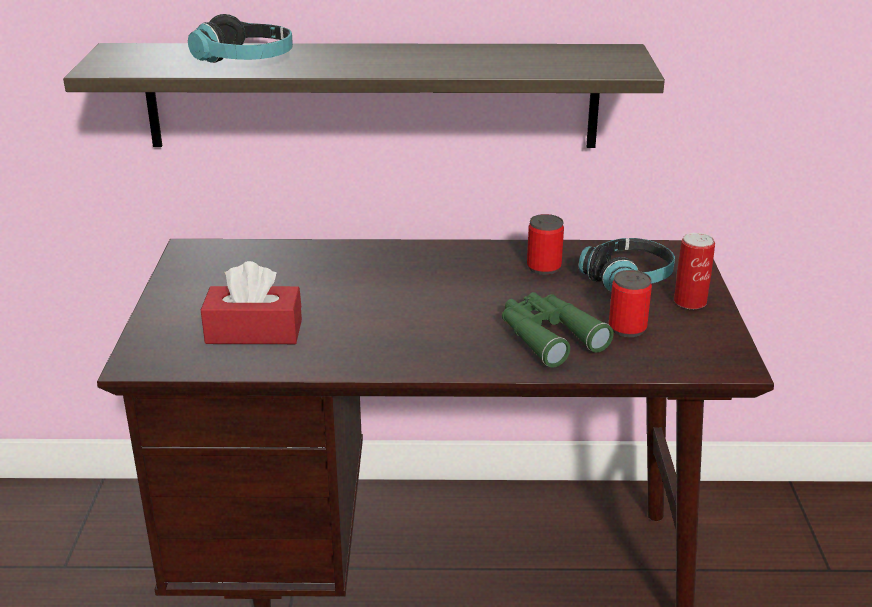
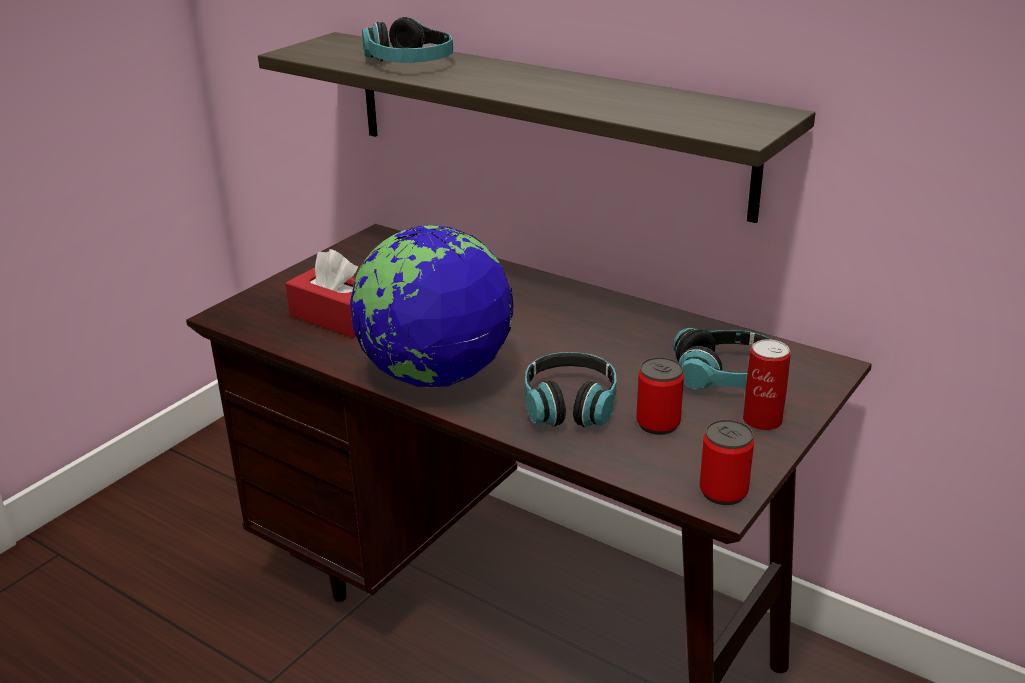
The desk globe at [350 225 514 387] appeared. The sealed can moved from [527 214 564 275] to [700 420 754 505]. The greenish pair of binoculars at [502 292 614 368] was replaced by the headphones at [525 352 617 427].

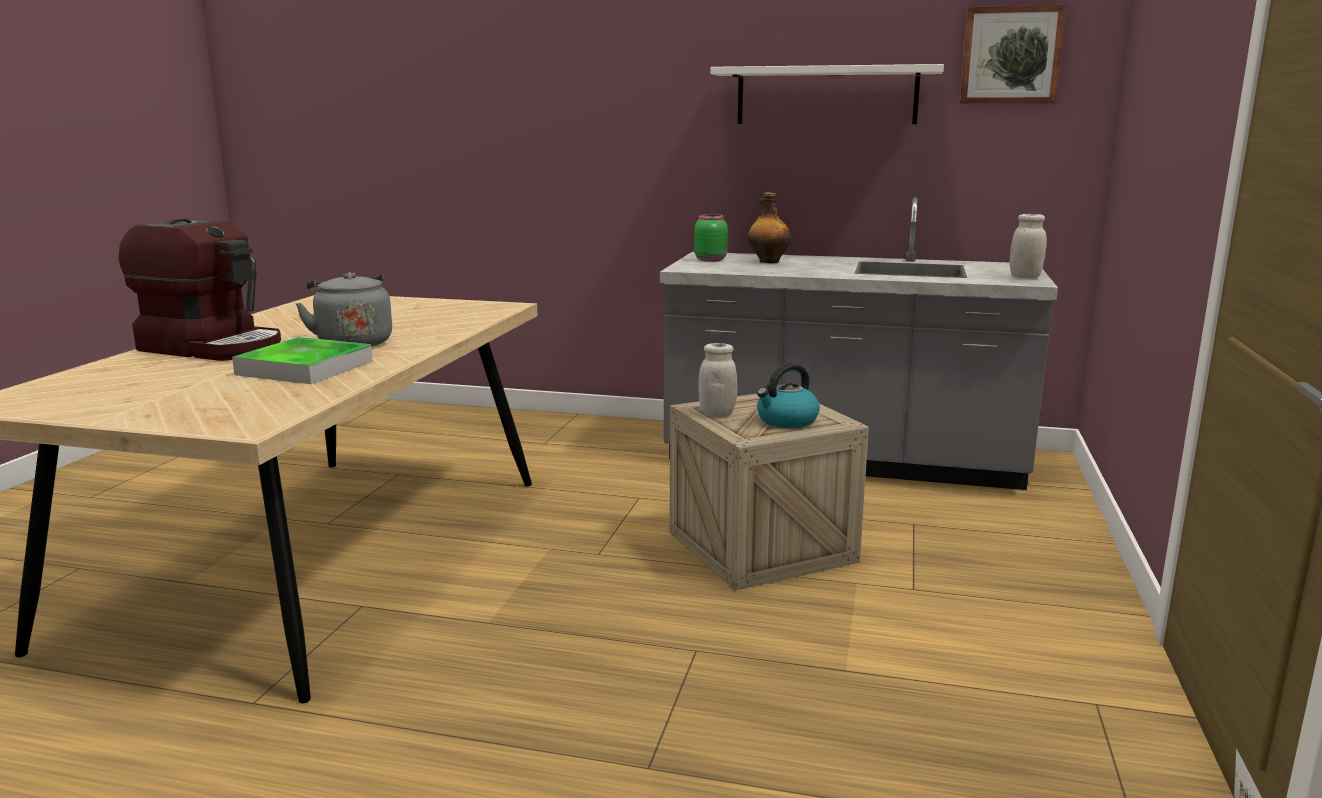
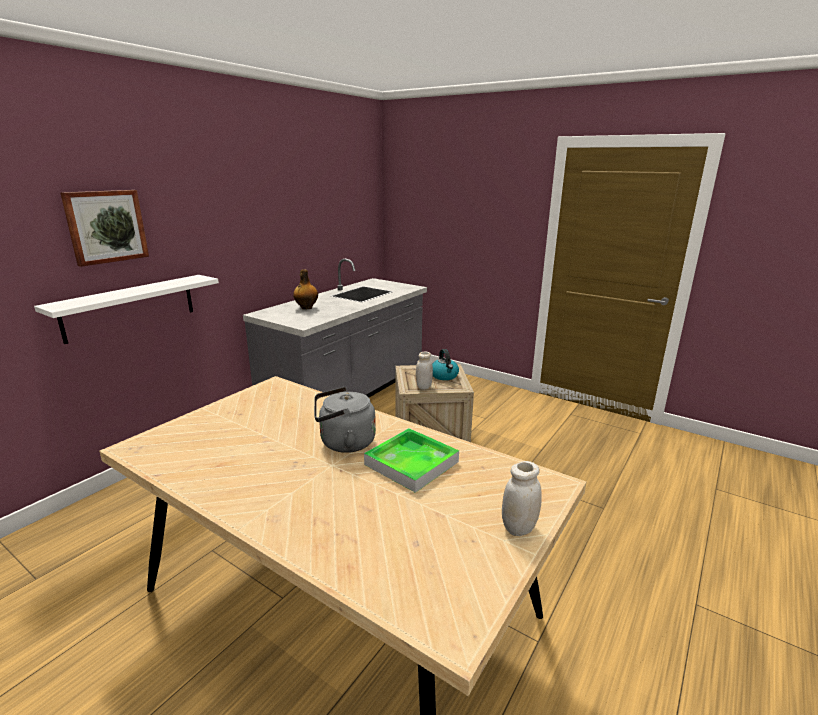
The coffee brewer at [119 219 281 361] disappeared. The greenish storage jar at [694 214 728 262] disappeared. The white-coloured shelf moved from [711 64 944 124] to [34 275 219 344]. The wall picture moved from [960 5 1067 103] to [61 190 149 267]. The white-coloured storage jar moved from [1009 214 1047 278] to [502 461 542 536].

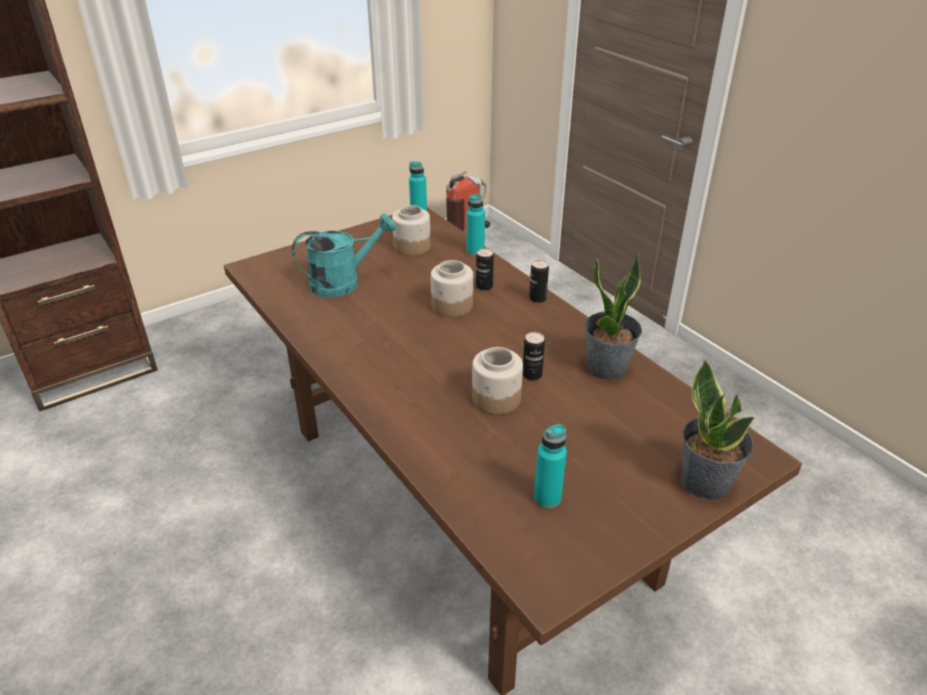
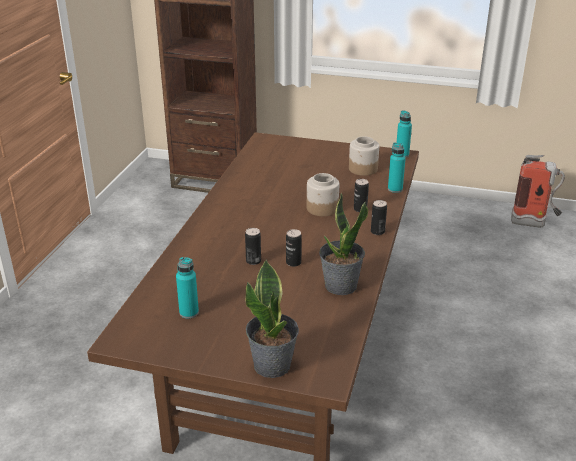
The turquoise watering can at [292 214 396 298] disappeared. The storage jar at [472 347 523 415] was replaced by the sealed can at [245 228 261 265].

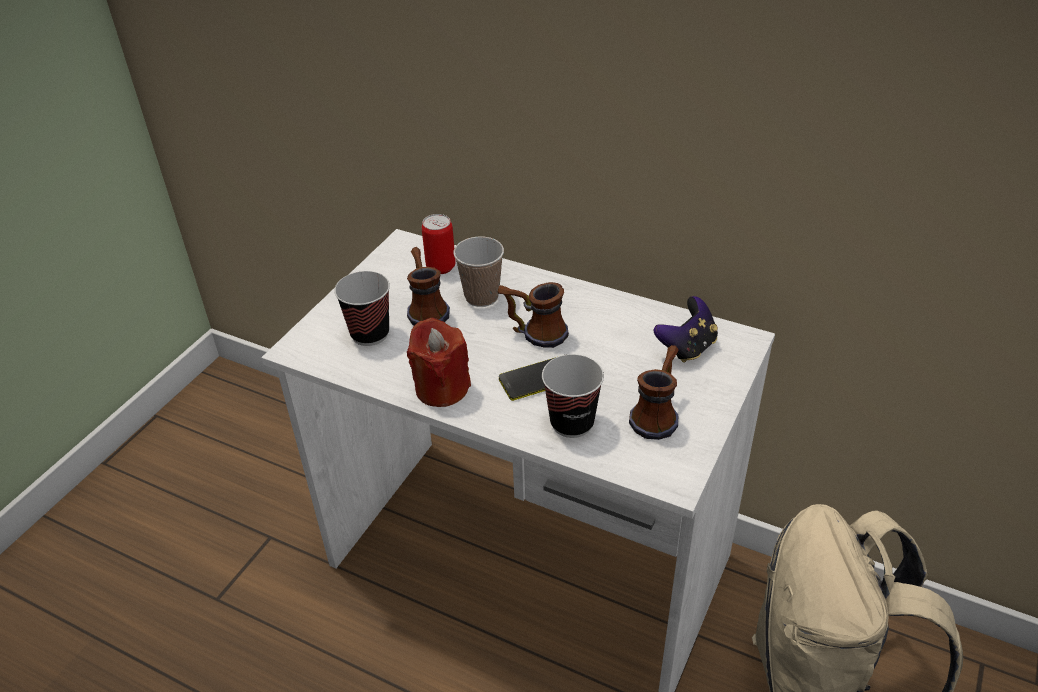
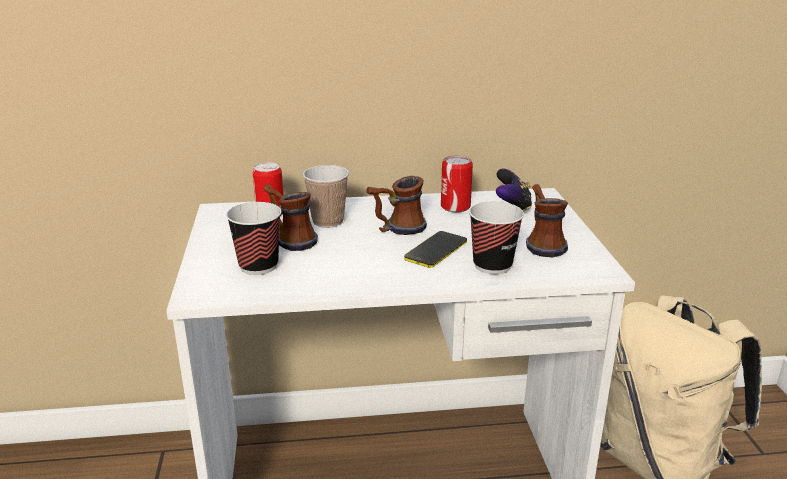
The red candle at [407 317 471 407] disappeared. The sealed can at [441 155 473 212] appeared.

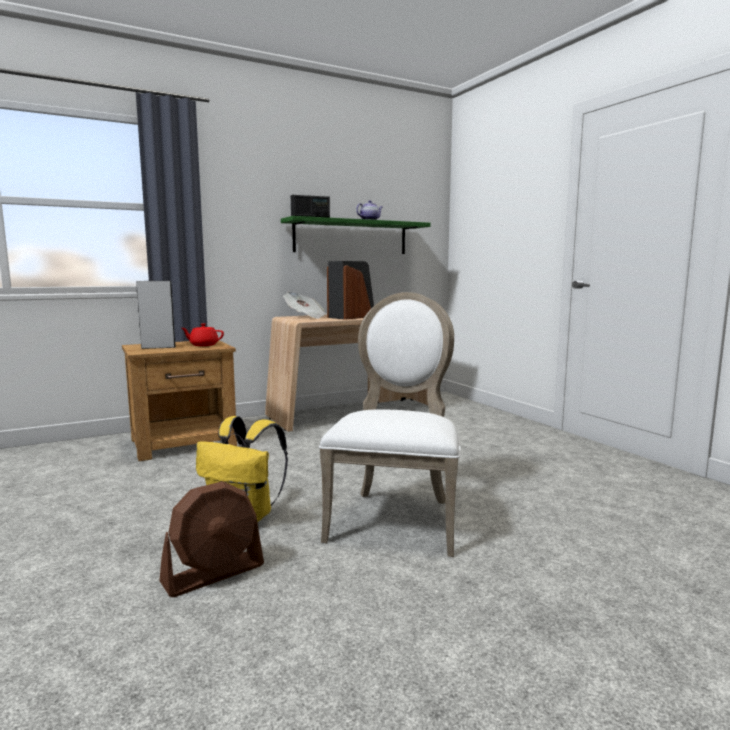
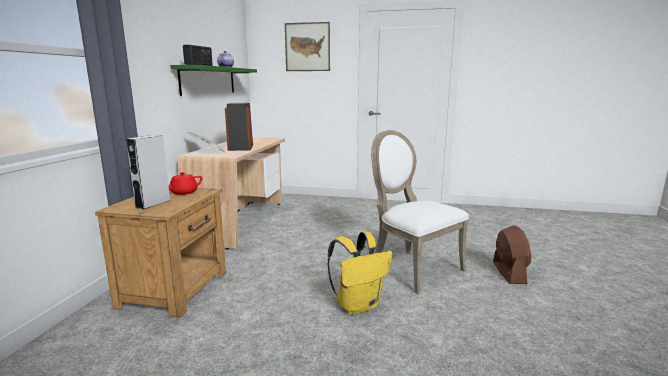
The wall picture at [285 22 330 71] appeared. The brownish cooling fan moved from [159 481 264 597] to [493 225 531 284].

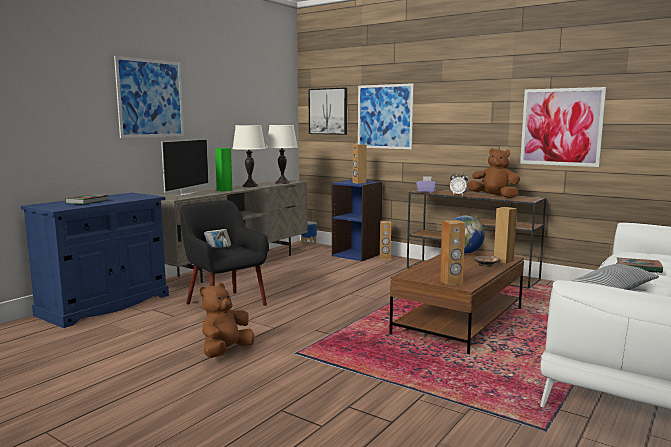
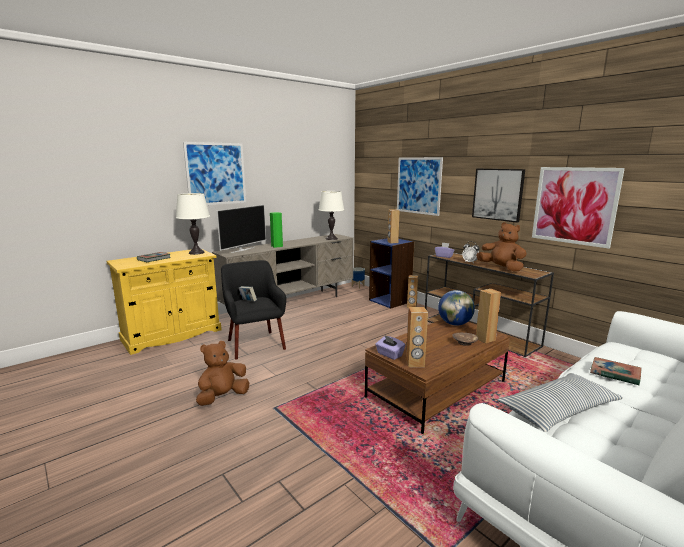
The purplish tissue holder at [375 336 405 360] appeared. The white-coloured lamp for a table moved from [232 125 266 187] to [176 193 210 255]. The wall picture moved from [308 88 347 135] to [472 169 525 223]. The bluish cupboard at [21 193 169 328] became the yellowish cupboard at [107 249 222 355].

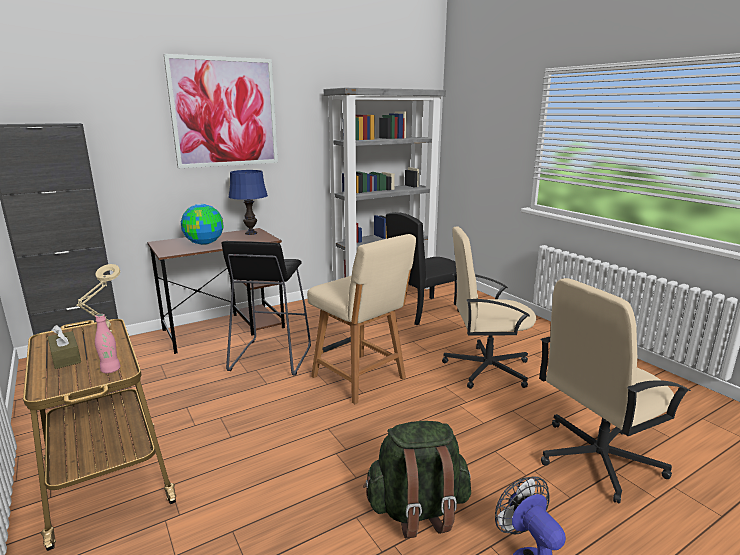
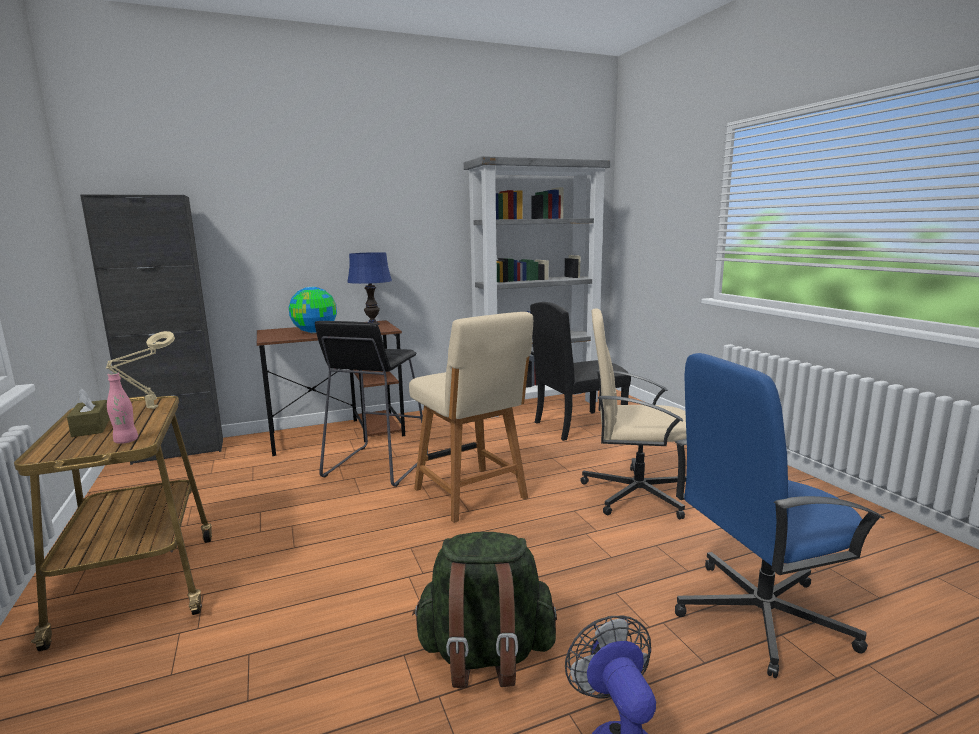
The wall picture at [164 54 278 168] disappeared. The sand-coloured computer chair at [539 278 691 503] became the bluish computer chair at [675 353 884 678].

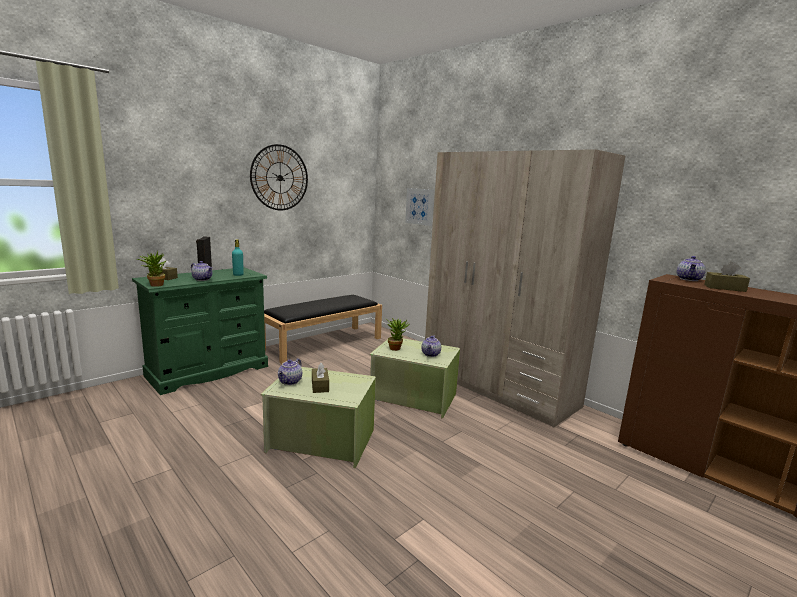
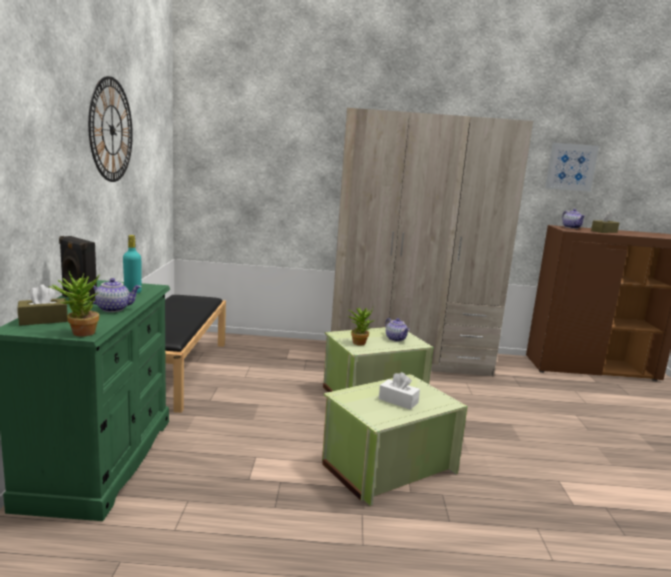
The teapot at [278 358 302 385] disappeared. The wall picture moved from [405 188 434 226] to [545 143 599 192]. The brownish tissue holder at [312 362 329 393] became the white-coloured tissue holder at [379 372 420 410].

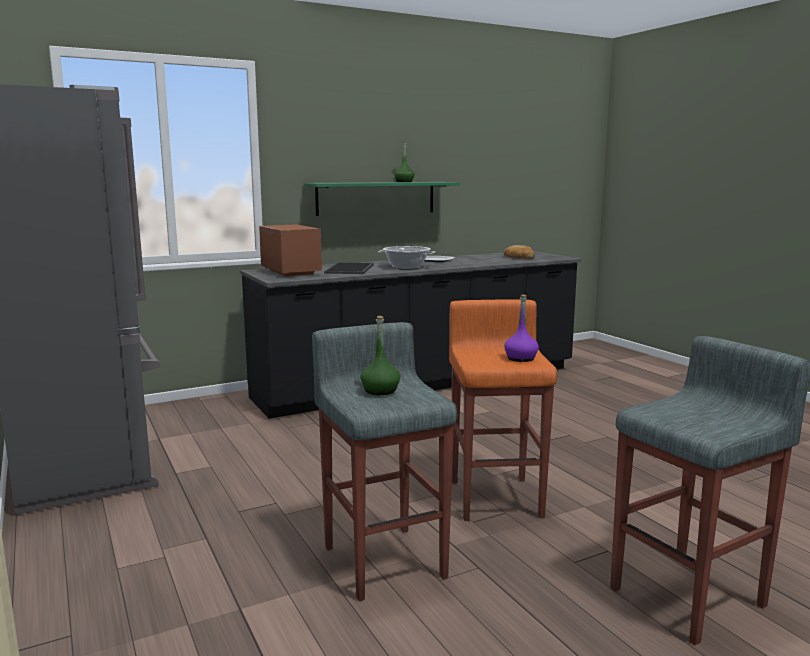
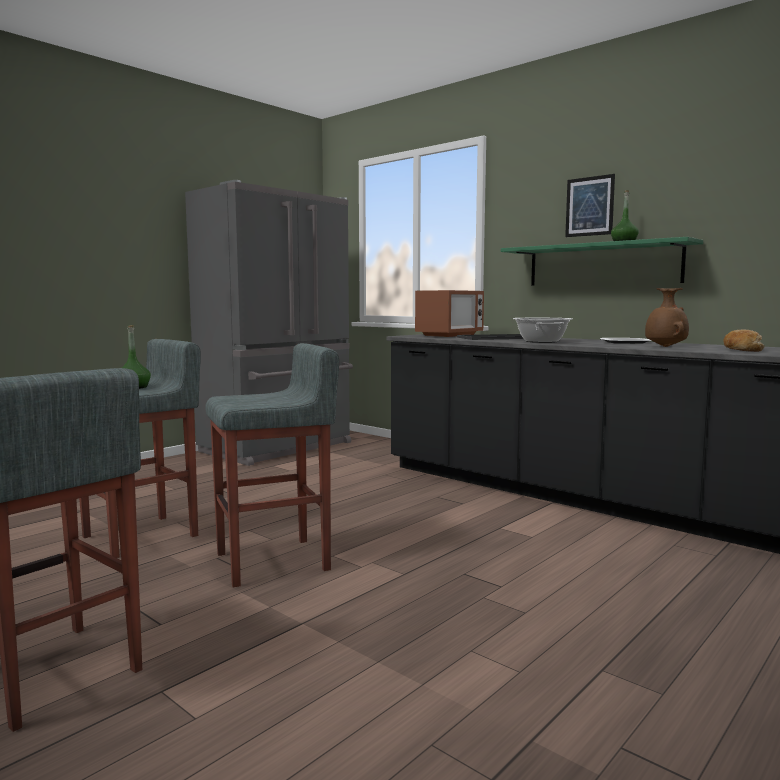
The purplish drink bottle at [504 294 539 362] disappeared. The wall picture at [565 174 615 237] appeared. The brownish flower vase at [645 288 689 347] appeared. The orangey stool at [449 299 557 521] became the greyish stool at [205 343 339 587].

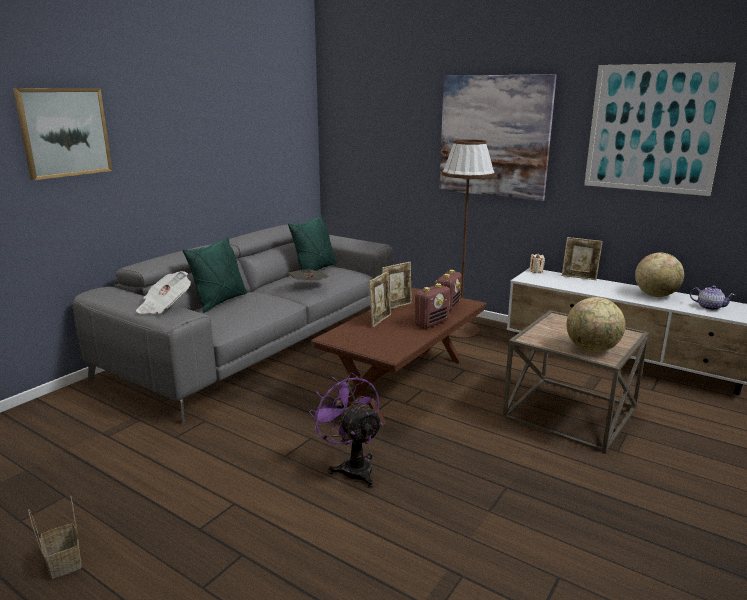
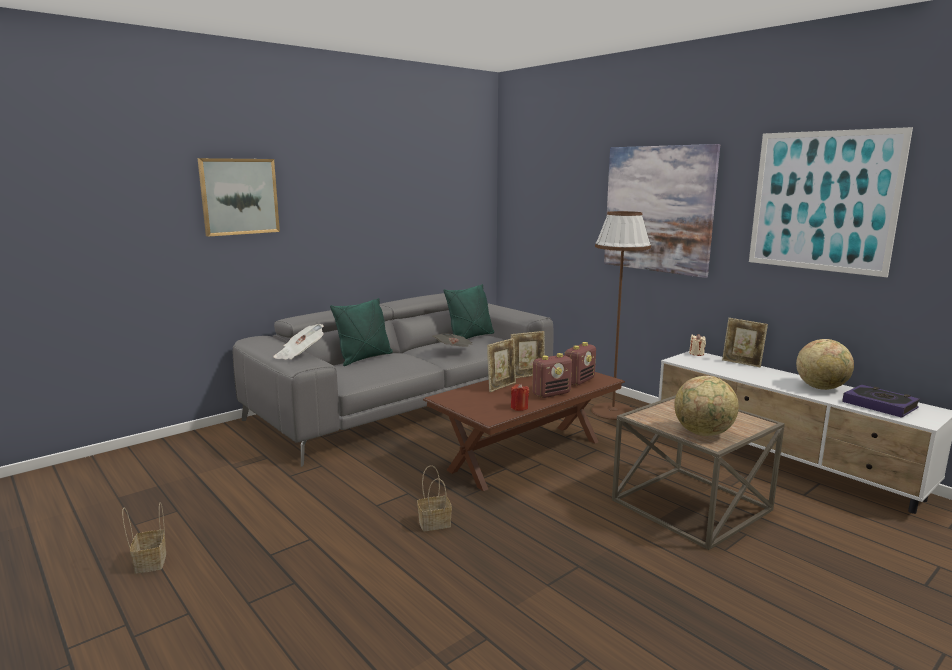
The red candle at [511 384 529 411] appeared. The purplish cooling fan at [309 372 383 488] was replaced by the storage basket at [417 465 452 532]. The teapot at [690 286 735 310] was replaced by the volume at [842 385 920 418].

